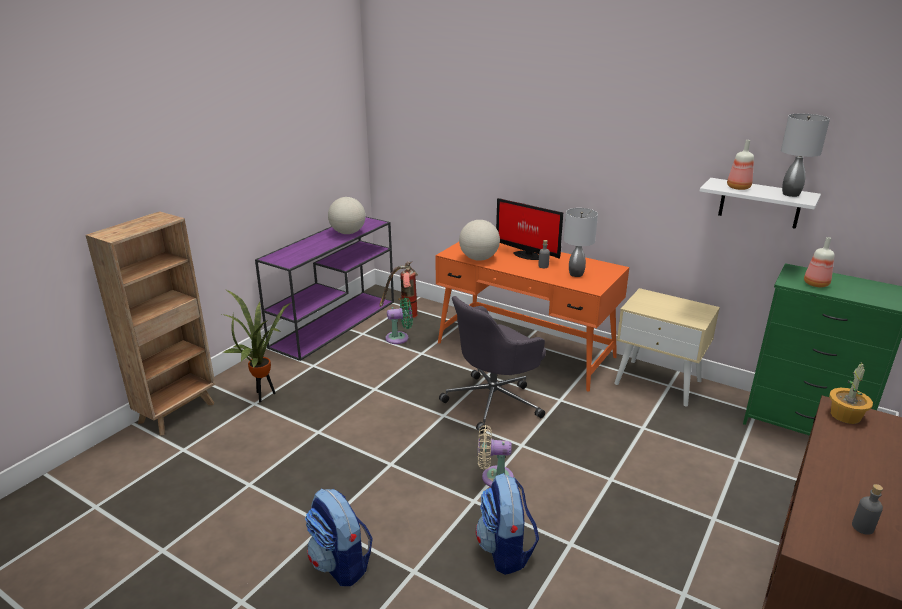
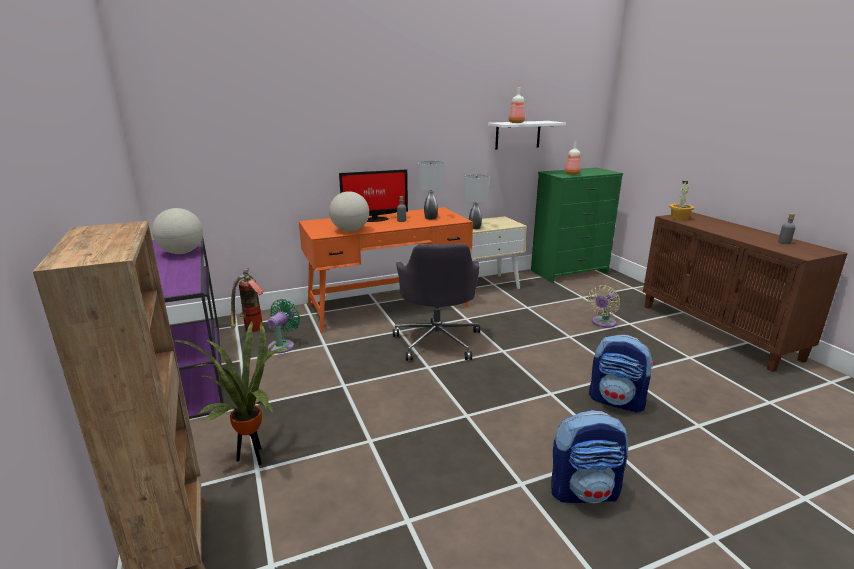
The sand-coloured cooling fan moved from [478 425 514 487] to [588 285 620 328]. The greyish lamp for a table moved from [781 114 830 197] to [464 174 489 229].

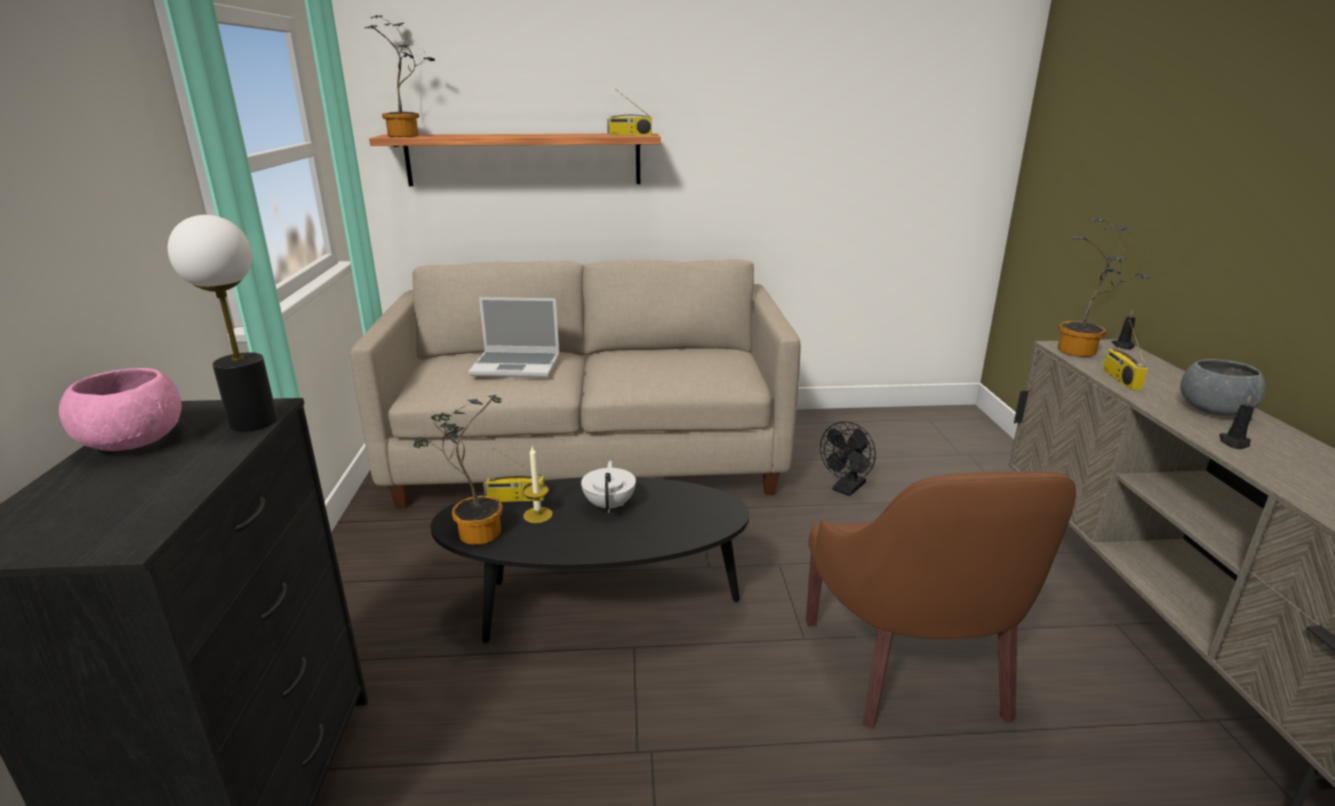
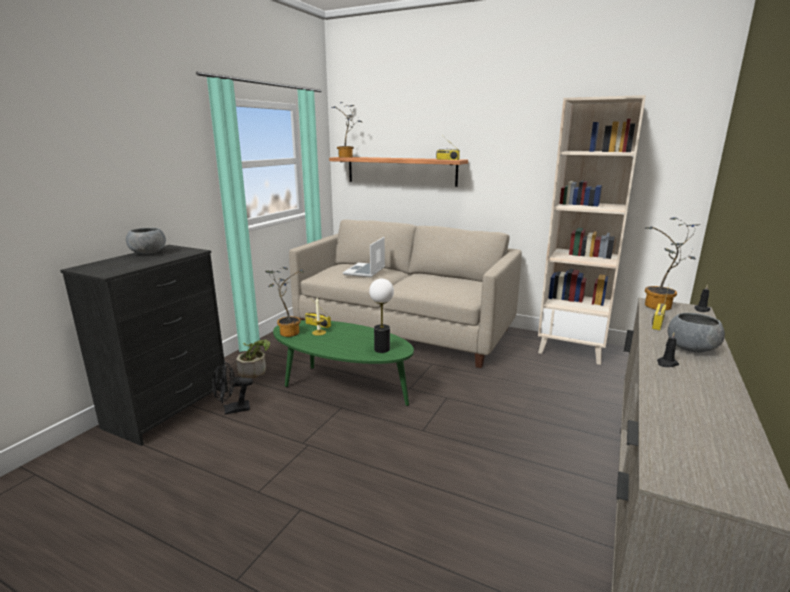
The white-coloured teapot at [581 461 636 513] disappeared. The brownish armchair at [806 471 1076 728] disappeared. The plant in a pot at [236 340 270 378] appeared. The sand-coloured bookshelf at [538 95 646 365] appeared. The lamp for a table moved from [168 215 278 432] to [369 279 394 353]. The black cooling fan moved from [820 422 876 496] to [212 361 253 415]. The pink-coloured serving bowl at [59 368 181 451] became the greyish serving bowl at [126 228 166 255]. The black low table at [431 477 749 643] became the greenish low table at [273 320 414 406]. The laptop at [468 297 560 378] turned 75 degrees clockwise.

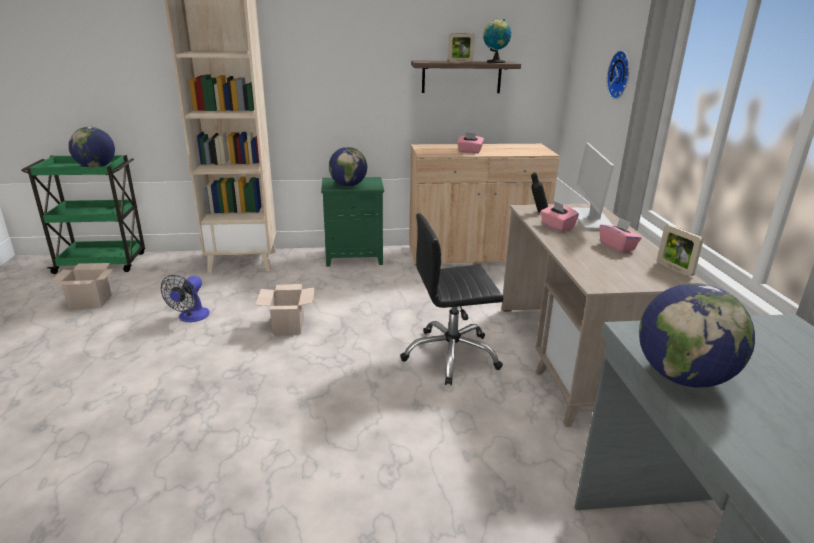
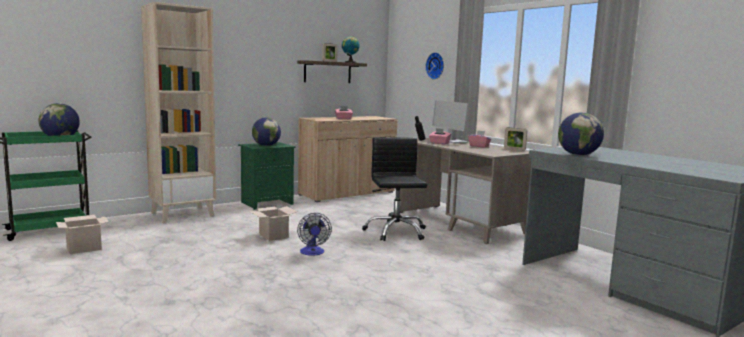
The cooling fan moved from [161 275 210 322] to [297 213 332 256]. The black computer chair at [400 213 504 386] turned 120 degrees clockwise.

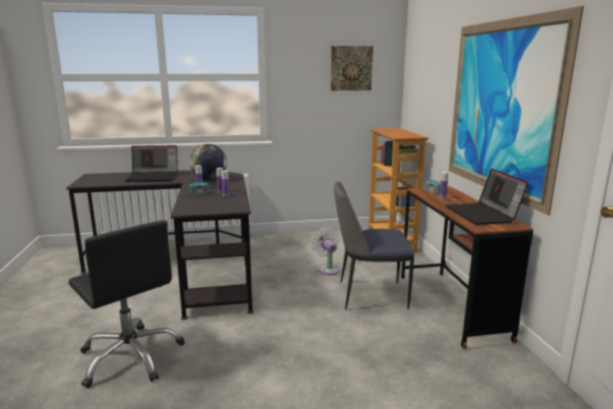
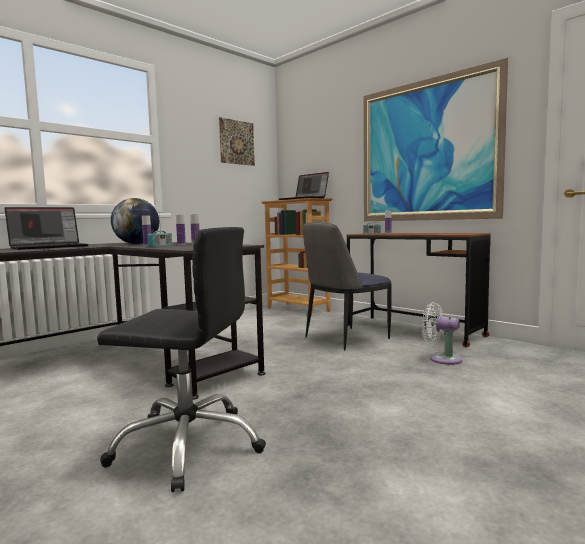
The white-coloured cooling fan moved from [311 228 340 275] to [422 302 462 365]. The laptop moved from [446 168 529 225] to [279 172 329 200].

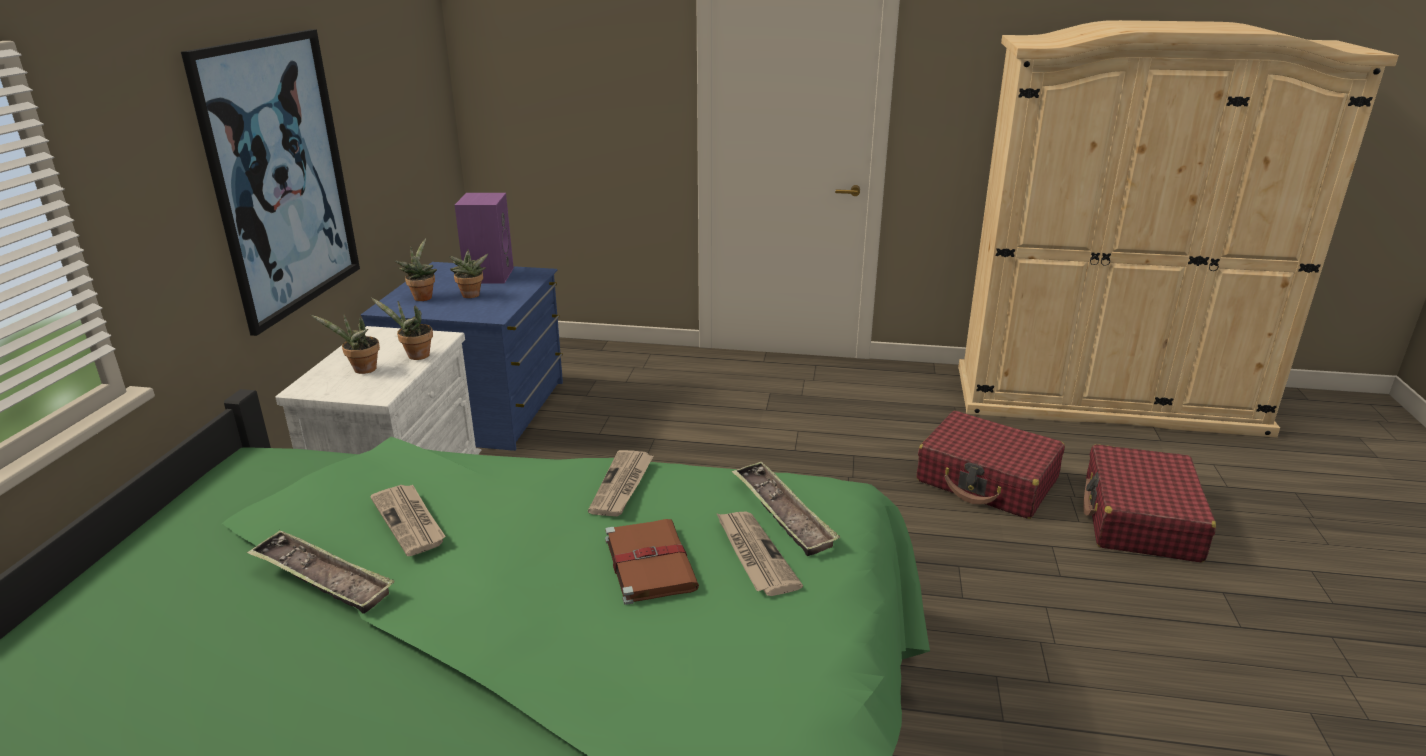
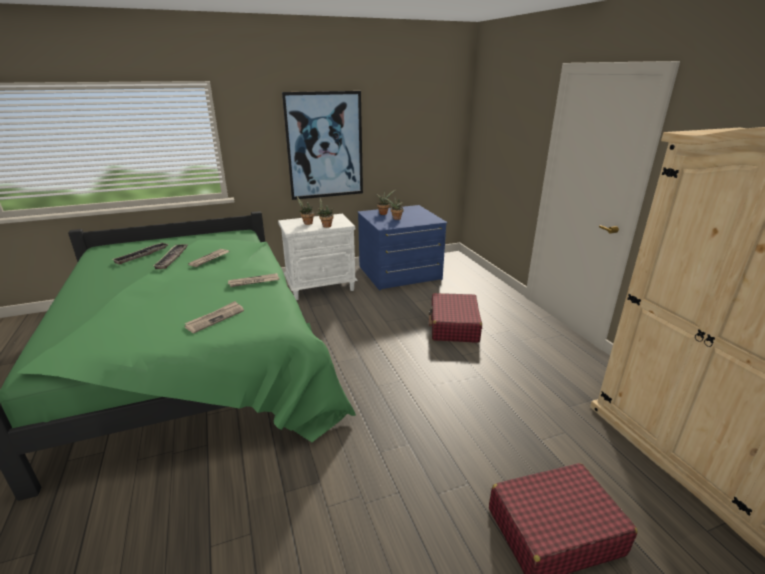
The purplish audio speaker at [455 193 514 284] disappeared. The brownish volume at [605 519 699 605] disappeared. The tray moved from [732 461 840 556] to [111 243 169 264]. The red piece of luggage moved from [916 411 1065 519] to [429 293 482 343].

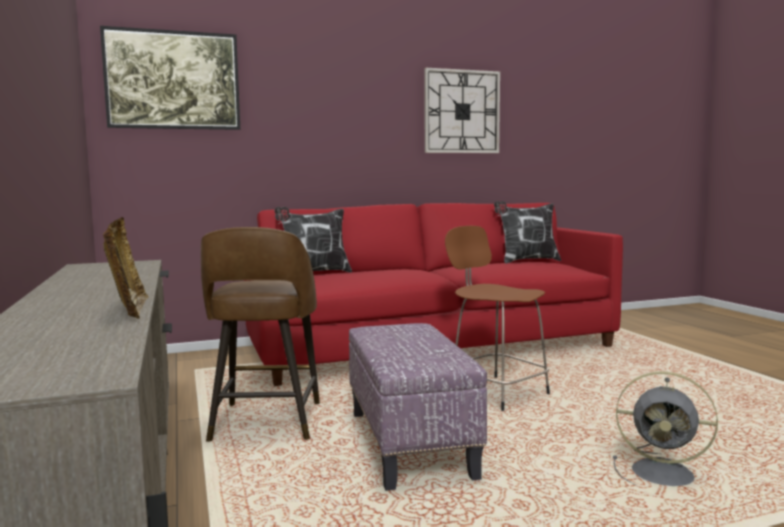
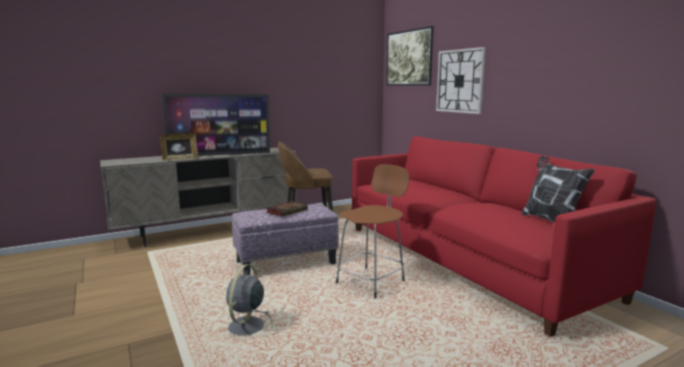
The throw pillow at [274 207 352 272] disappeared. The TV set at [163 94 270 156] appeared. The volume at [266 201 308 217] appeared. The hanging clock moved from [424 68 500 153] to [436 47 486 114].

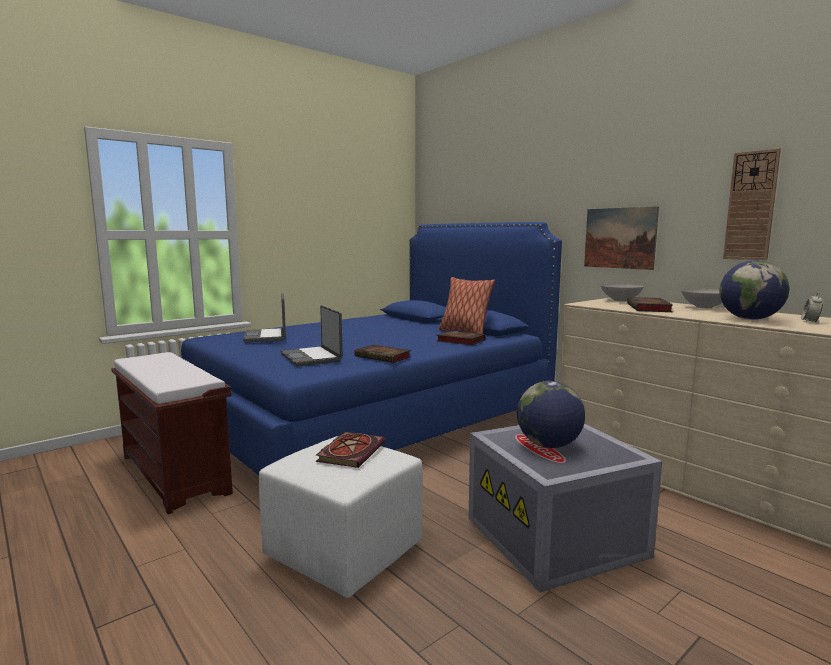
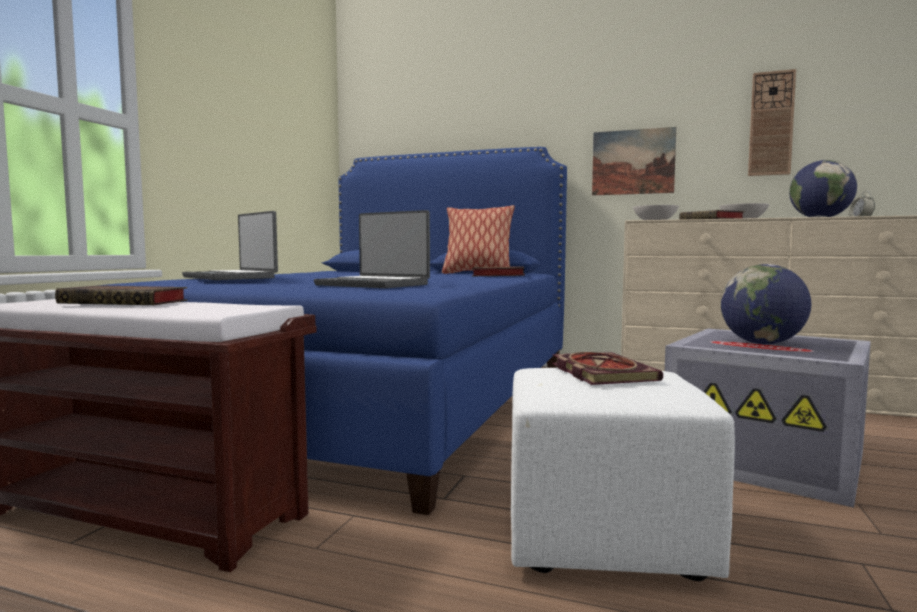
The volume moved from [355 344 411 363] to [55 285 188 305].

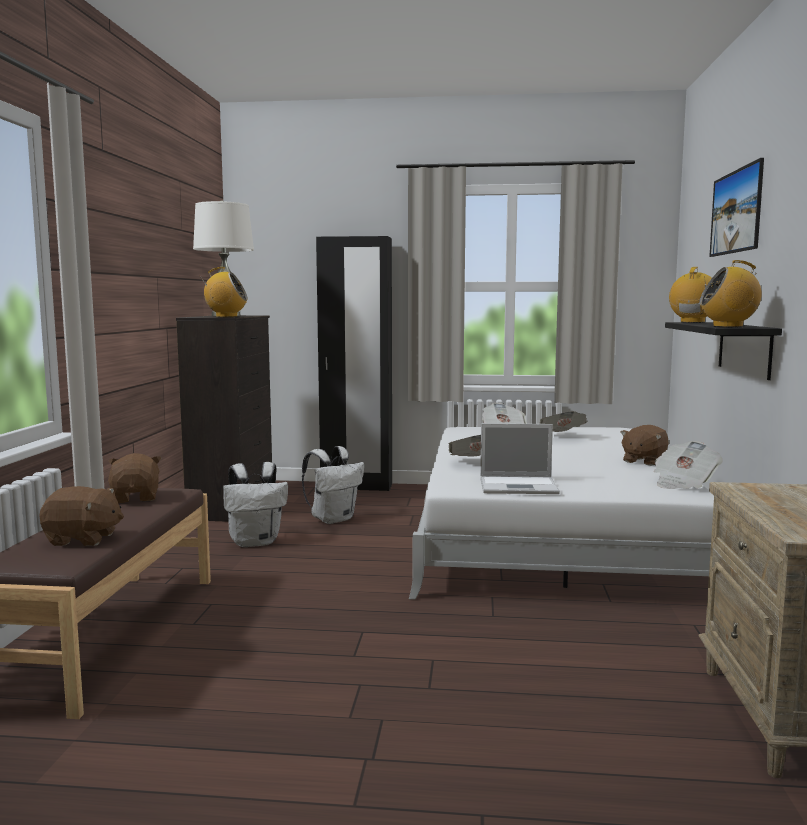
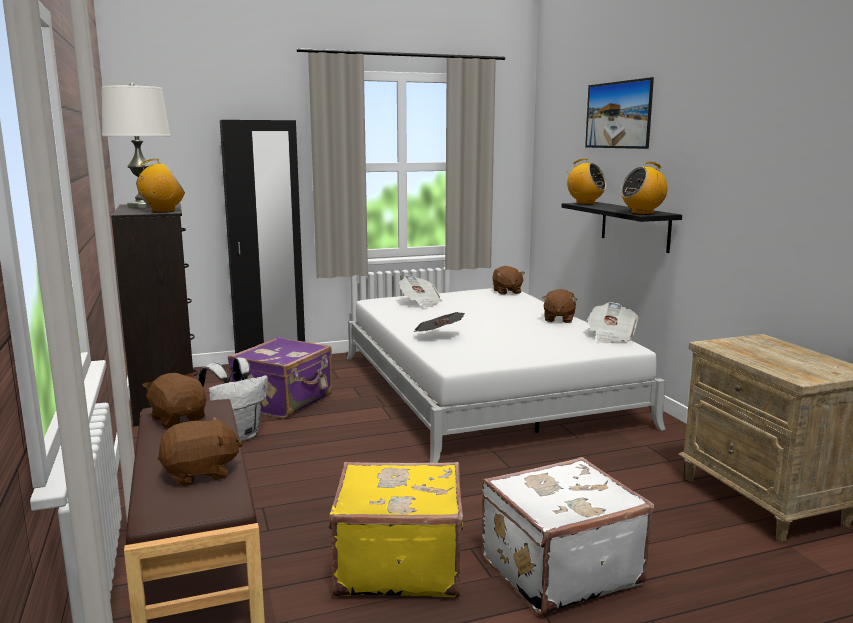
The laptop at [480 423 560 494] disappeared. The printed paper at [540 411 587 432] disappeared. The yellowish piece of luggage at [329 462 463 597] appeared. The white-coloured piece of luggage at [482 457 654 616] appeared. The brownish cuddly toy at [492 266 525 295] appeared. The white-coloured rucksack at [302 446 364 524] was replaced by the purplish piece of luggage at [228 337 332 419]. The radio set at [669 267 712 323] turned 120 degrees clockwise.

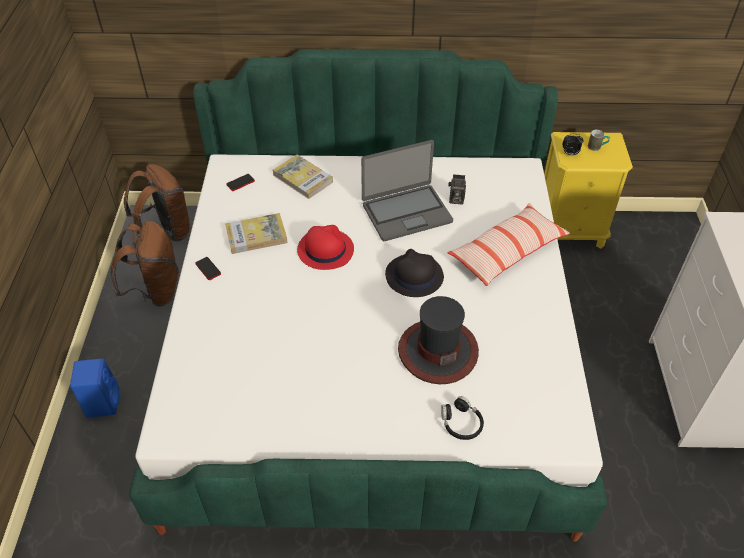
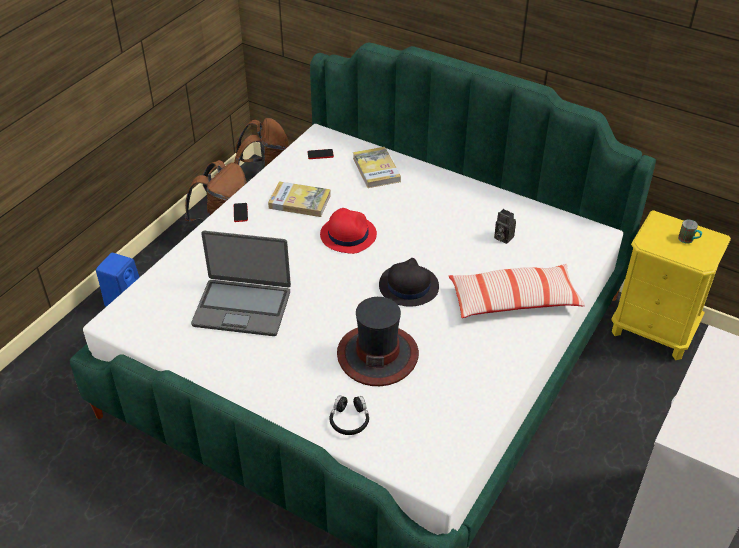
The bedside clock at [563 134 584 155] disappeared. The laptop moved from [361 140 453 241] to [191 231 291 336].

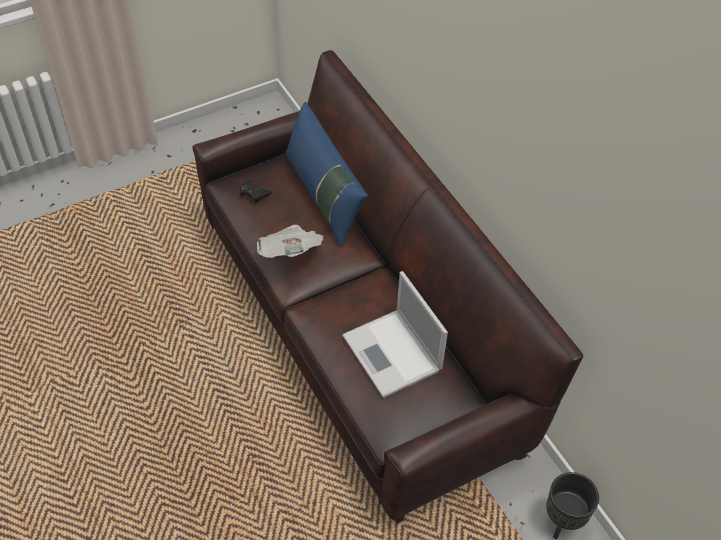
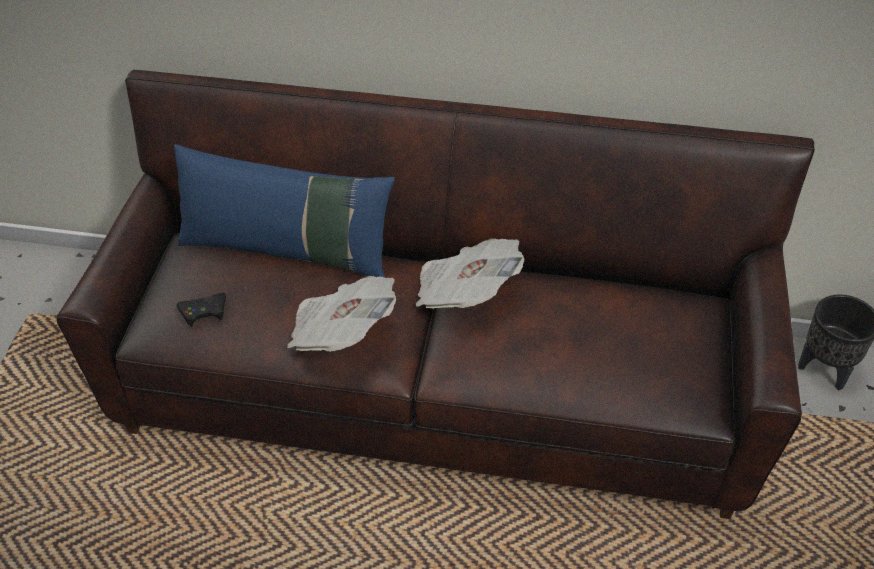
The laptop at [342 271 448 398] disappeared. The printed paper at [416 238 524 308] appeared.

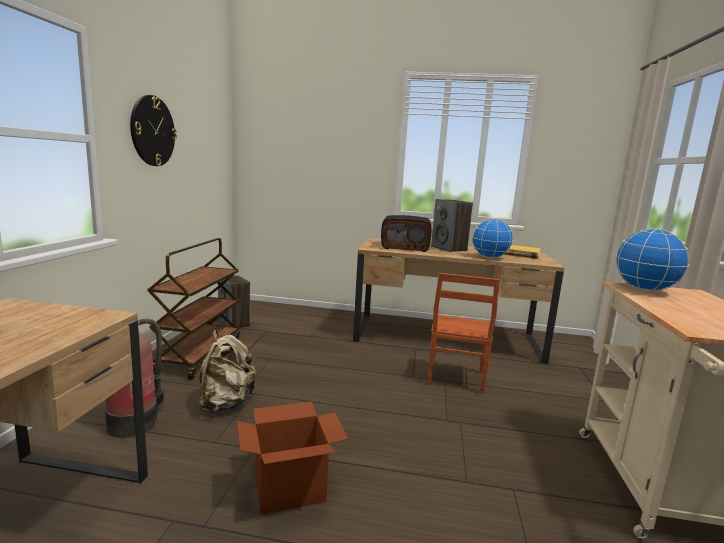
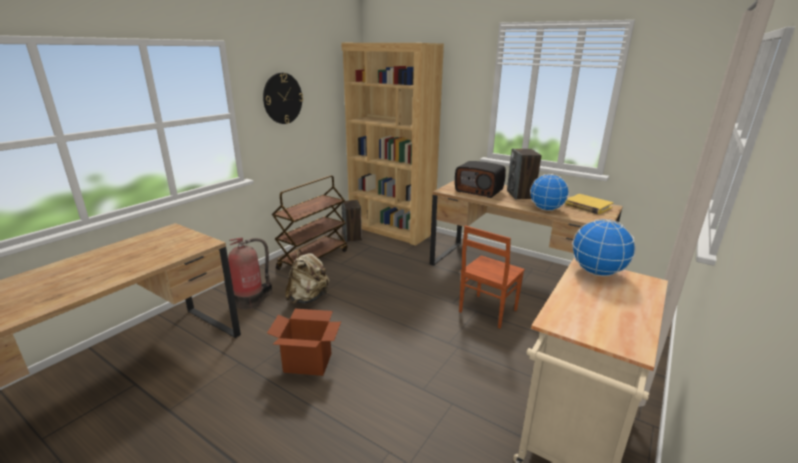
The brownish bookshelf at [341 43 444 246] appeared.

